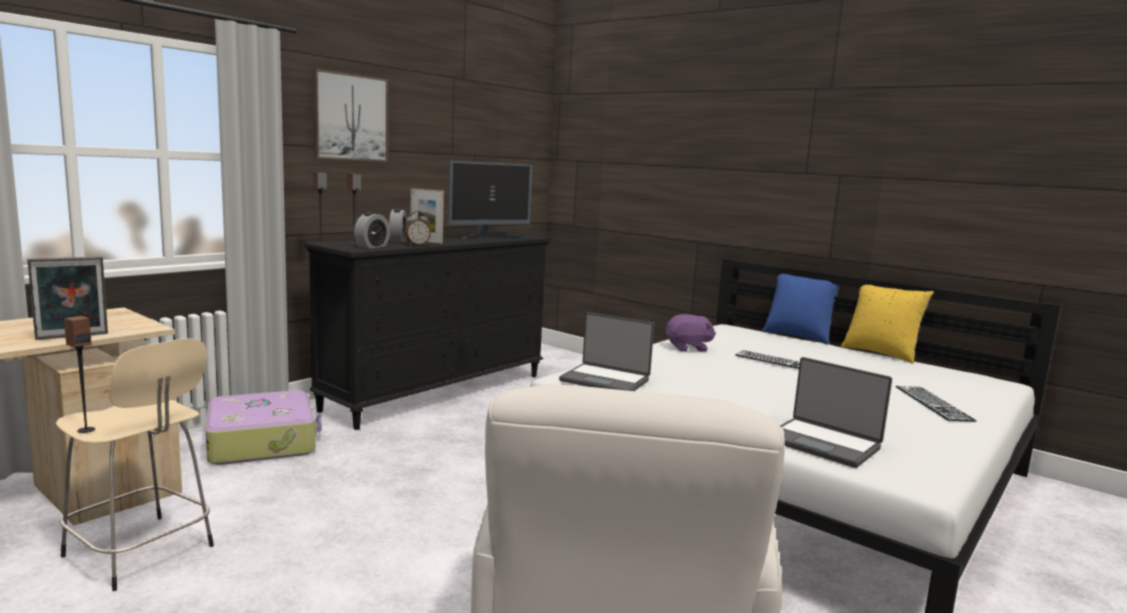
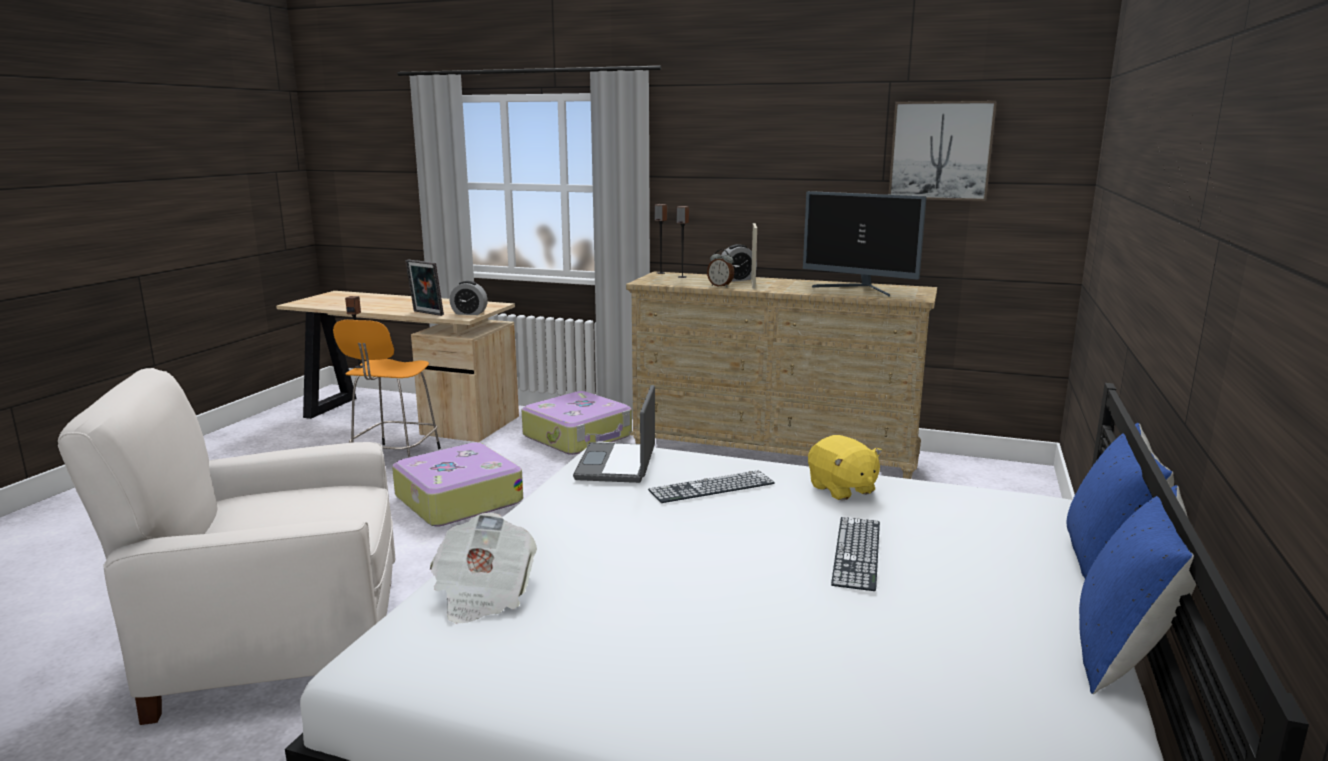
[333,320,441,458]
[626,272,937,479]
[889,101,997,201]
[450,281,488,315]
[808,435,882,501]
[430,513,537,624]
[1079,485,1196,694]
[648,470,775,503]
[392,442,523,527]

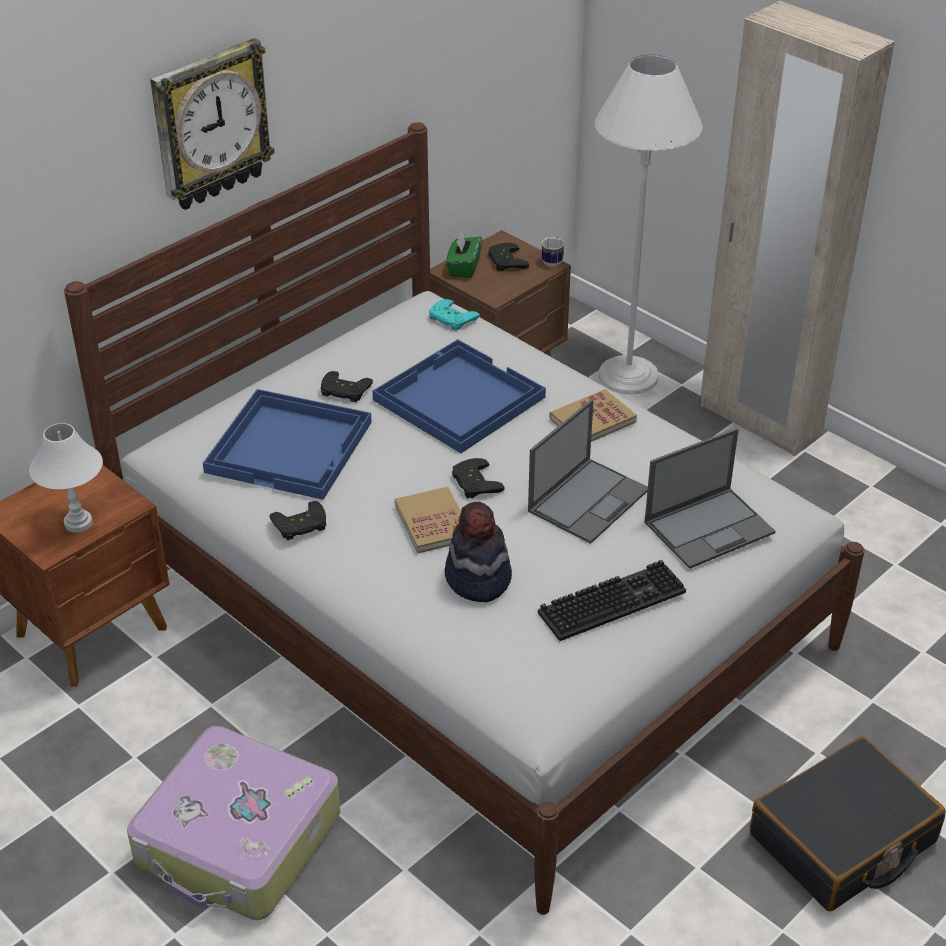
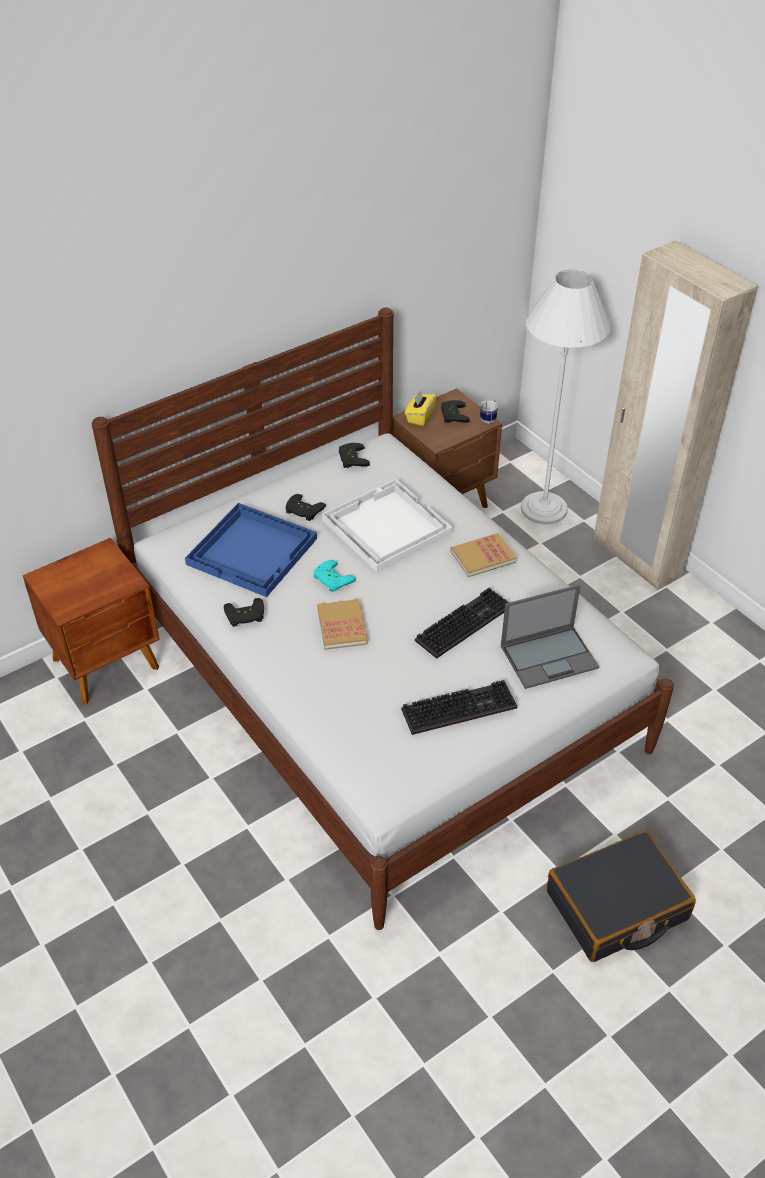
[29,423,103,533] (first image)
[127,726,340,920] (first image)
[150,38,275,210] (first image)
[322,479,452,572]
[314,560,356,592]
[445,502,512,602] (first image)
[405,390,436,426]
[339,443,370,468]
[415,587,509,659]

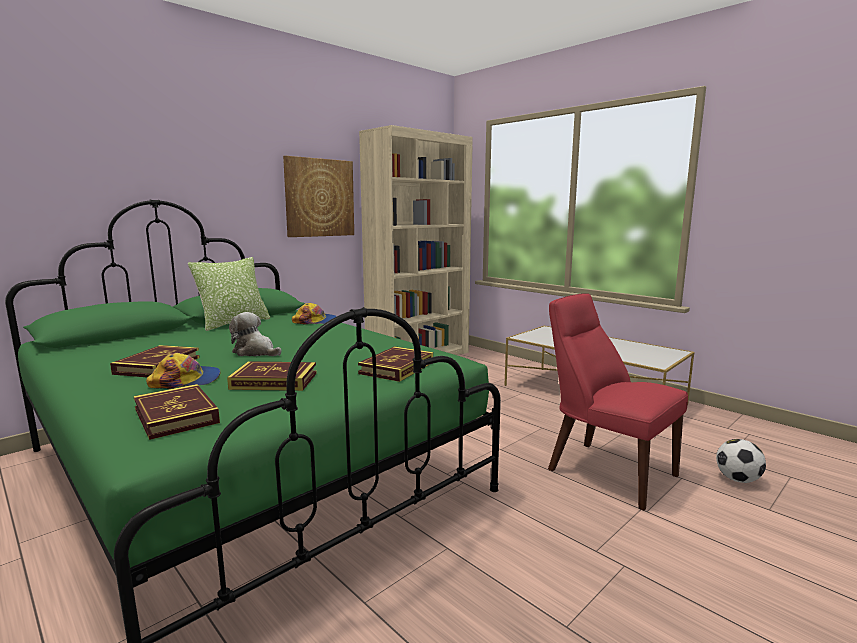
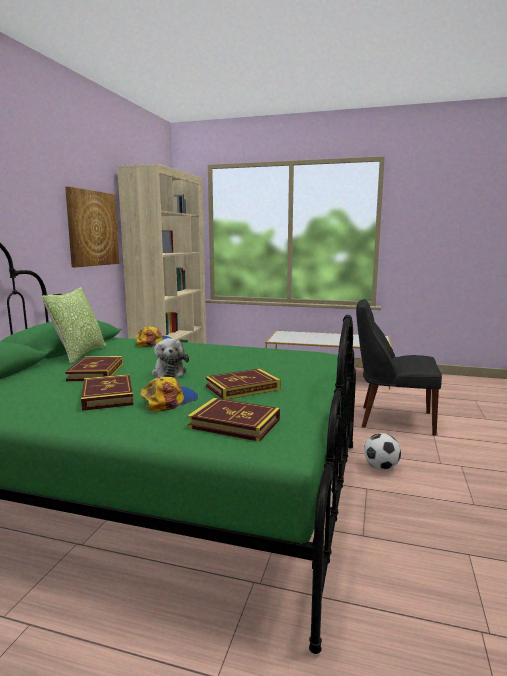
[152,338,189,378]
[65,356,123,381]
[356,299,442,436]
[364,433,401,470]

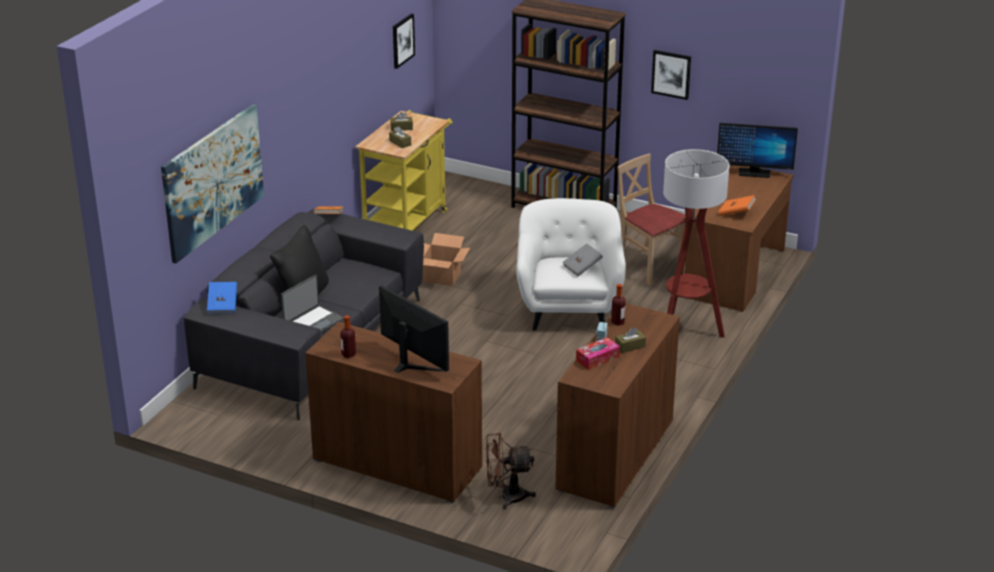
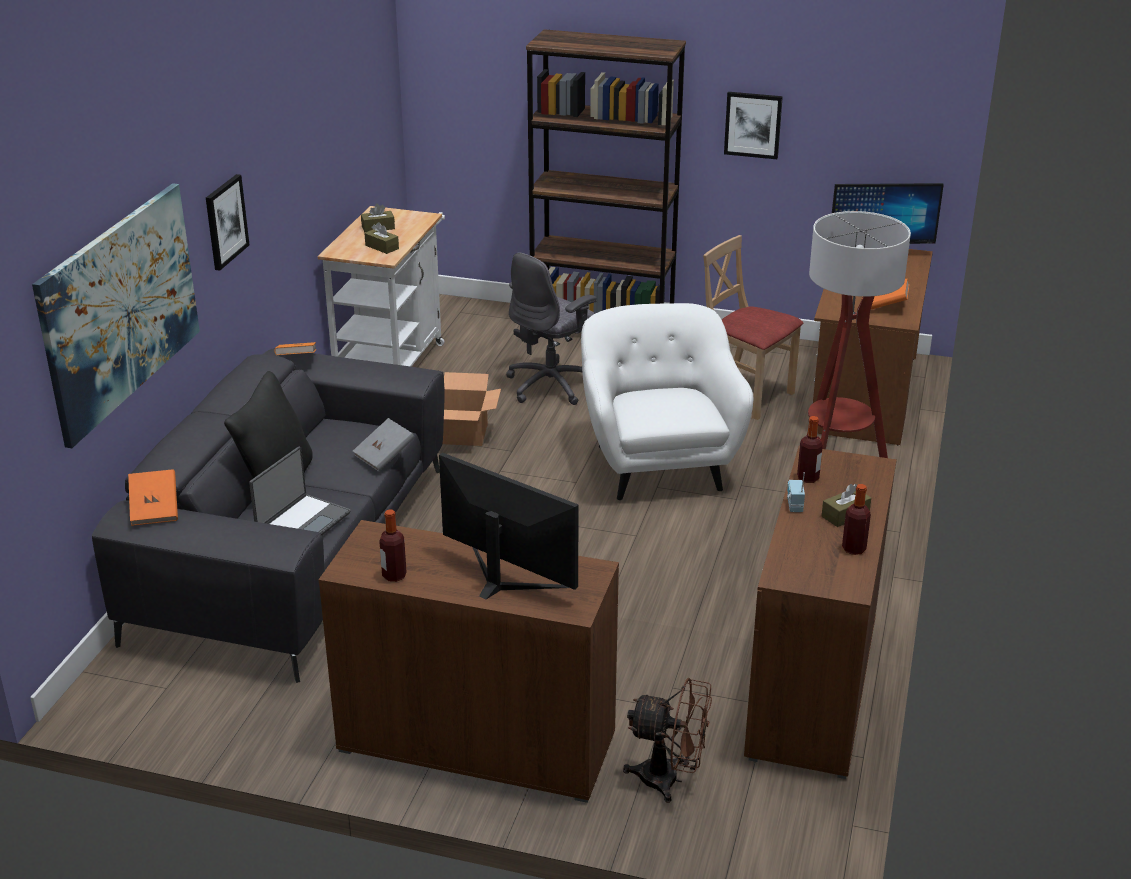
[128,469,178,526]
[318,206,445,367]
[206,174,250,271]
[623,678,712,803]
[353,418,415,472]
[576,337,620,370] (first image)
[506,253,597,405]
[842,484,871,555]

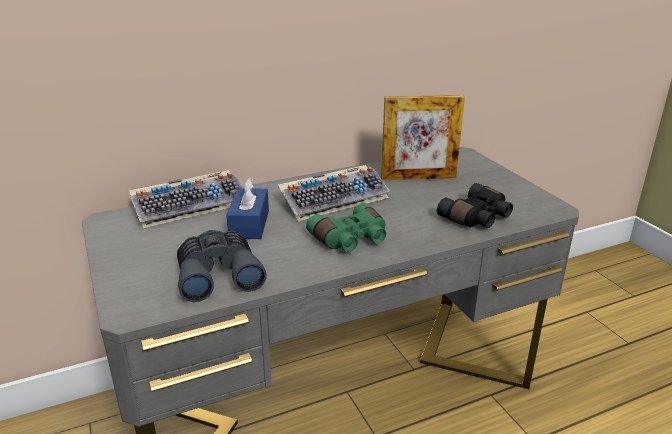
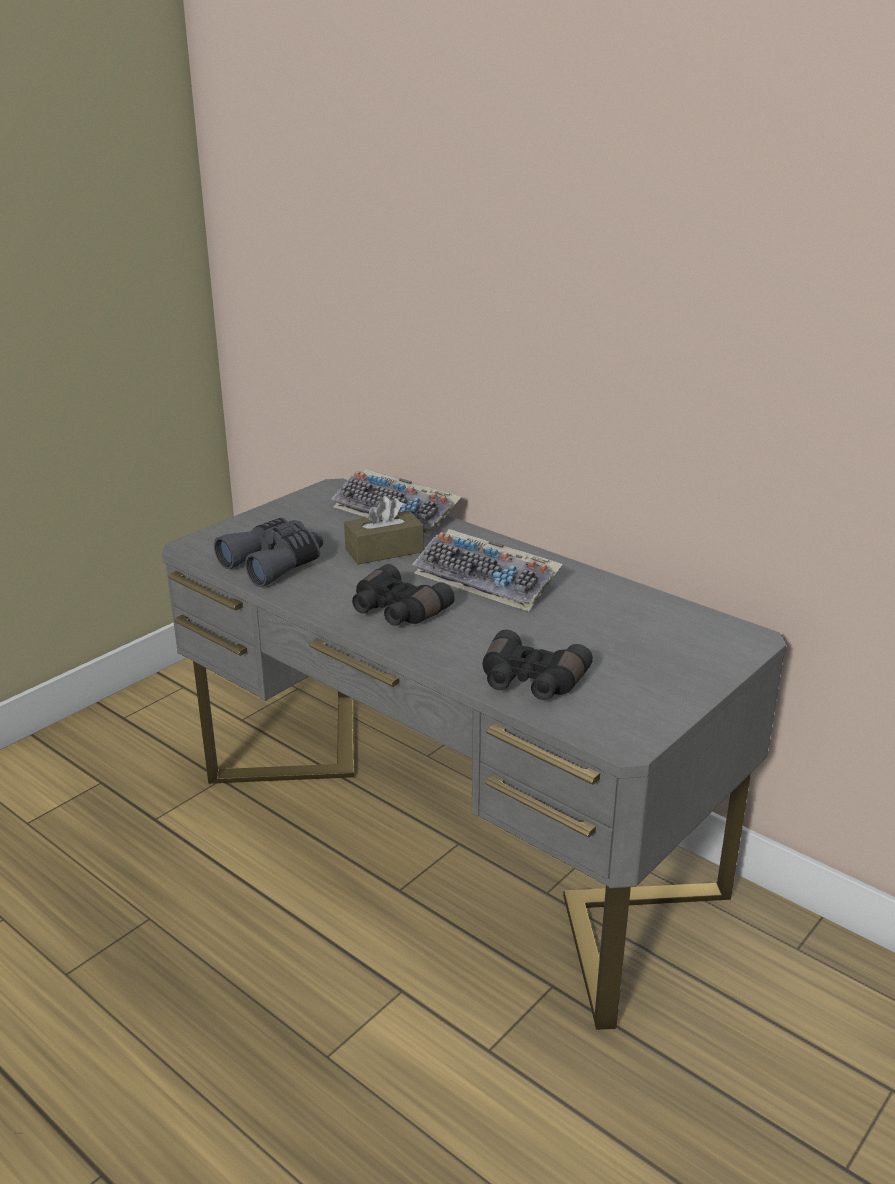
[344,496,424,564]
[352,564,455,626]
[381,95,465,180] (first image)

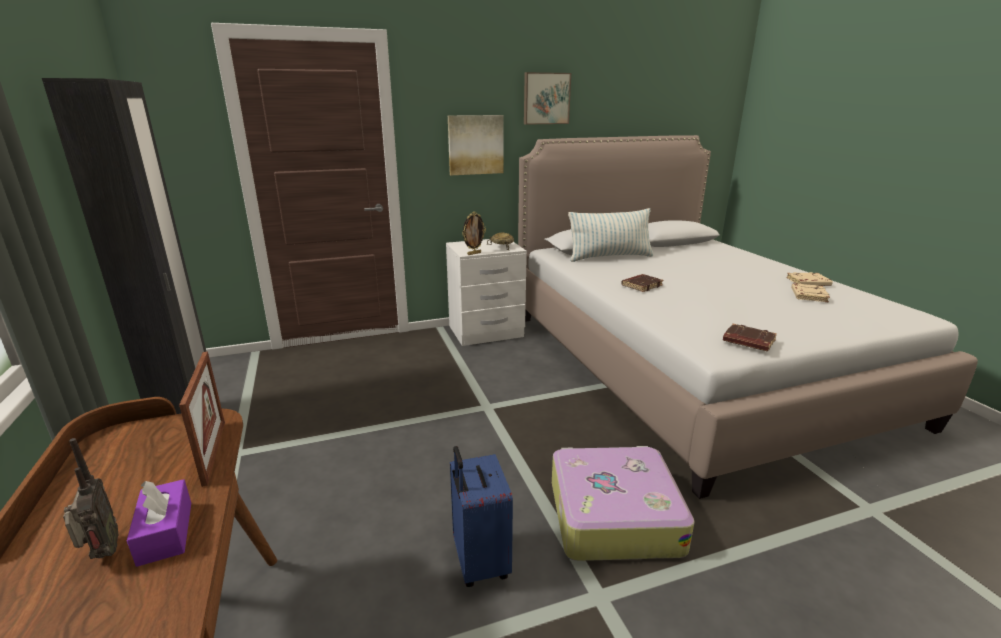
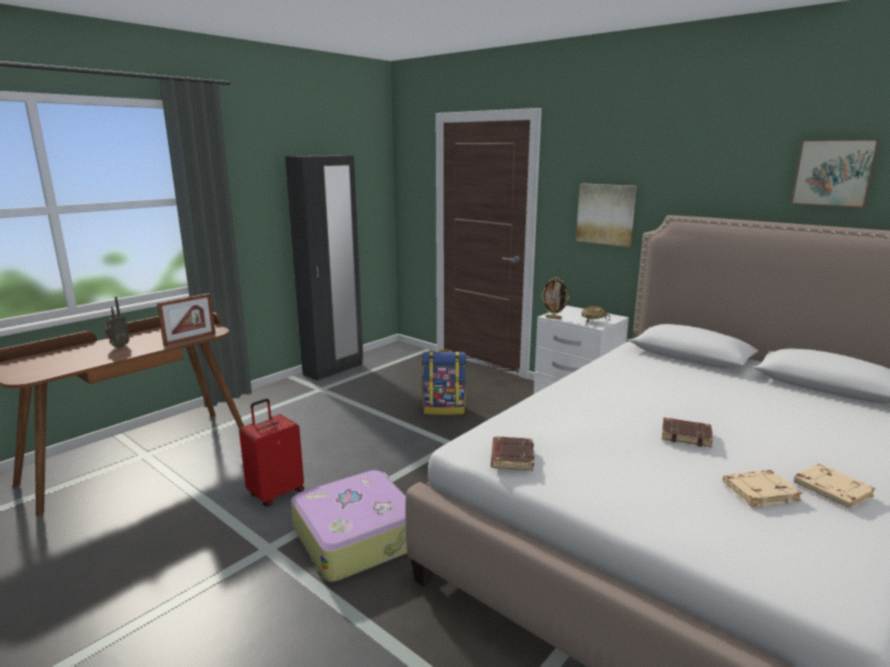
[127,479,191,567] (first image)
[239,398,304,507]
[790,139,880,208]
[568,208,653,262] (first image)
[662,418,713,448]
[422,350,467,415]

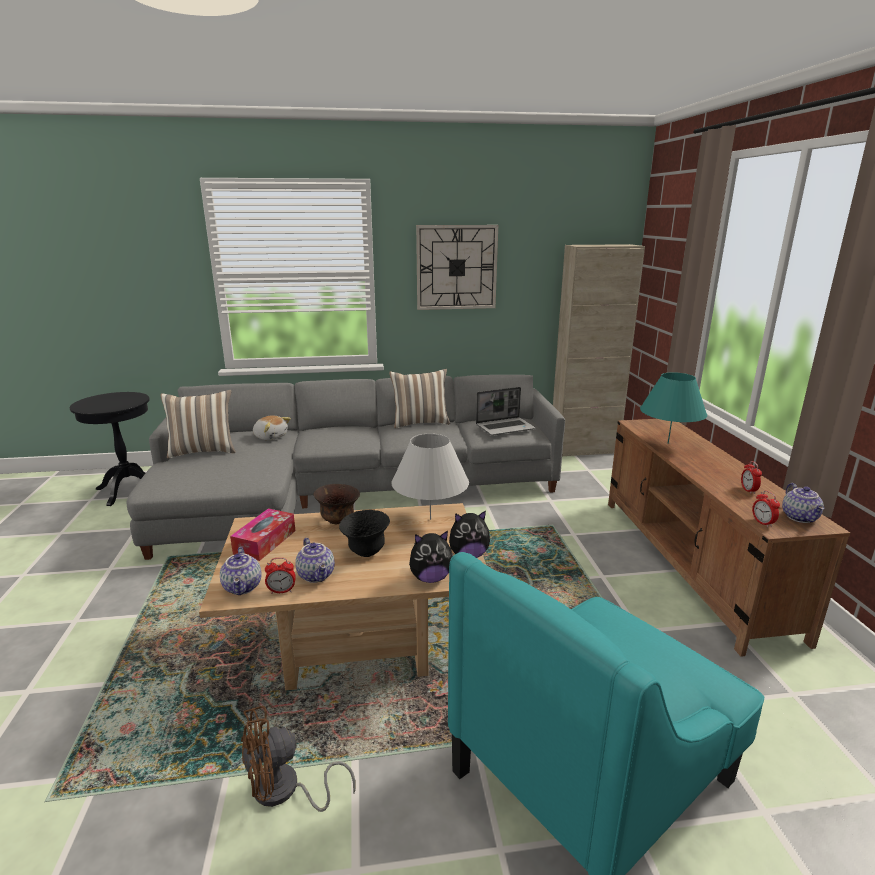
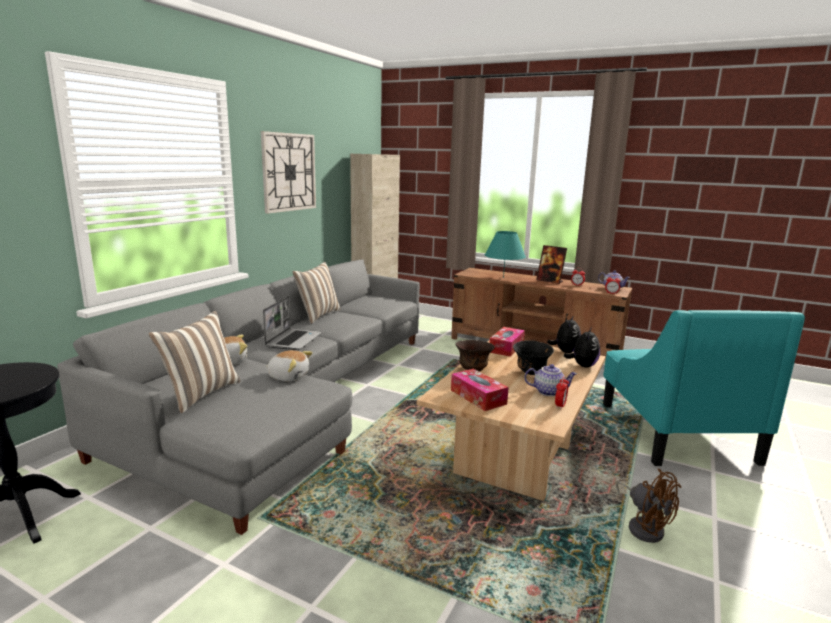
[220,547,261,595] (first image)
[616,469,681,543]
[489,327,525,357]
[263,297,322,350]
[266,350,313,381]
[536,245,567,284]

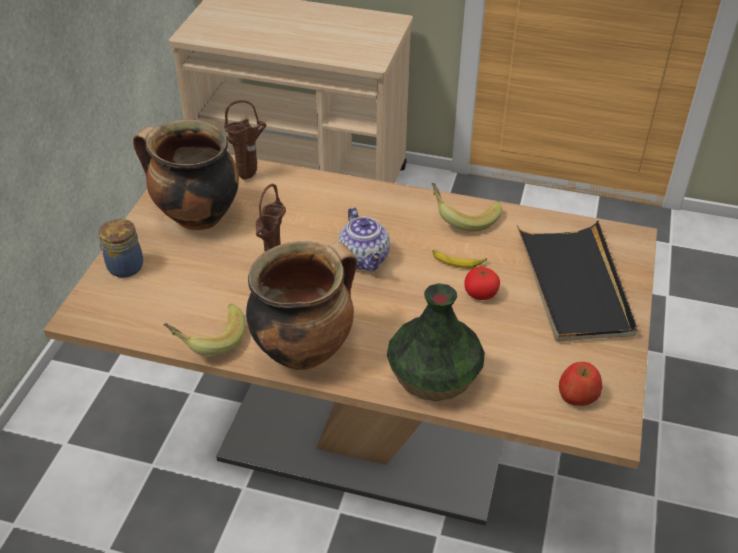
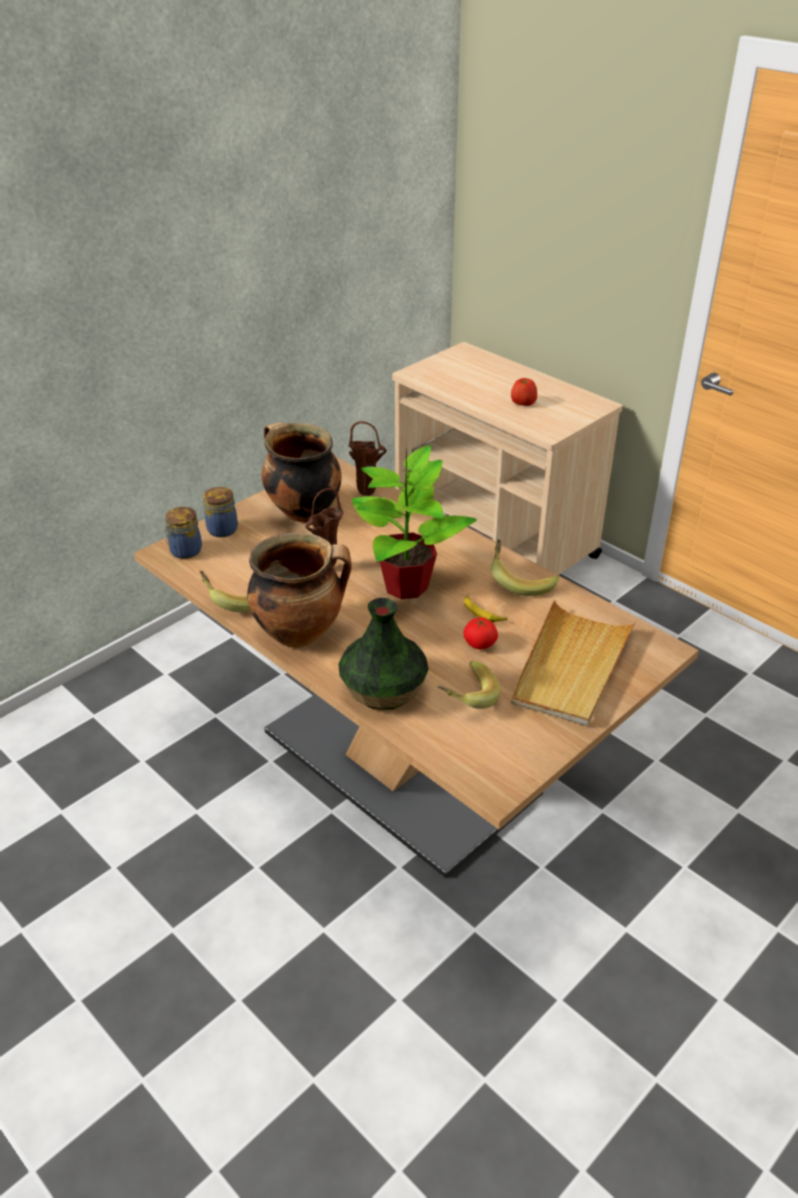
[352,445,477,599]
[511,600,636,726]
[511,378,537,406]
[164,507,202,559]
[437,661,500,709]

